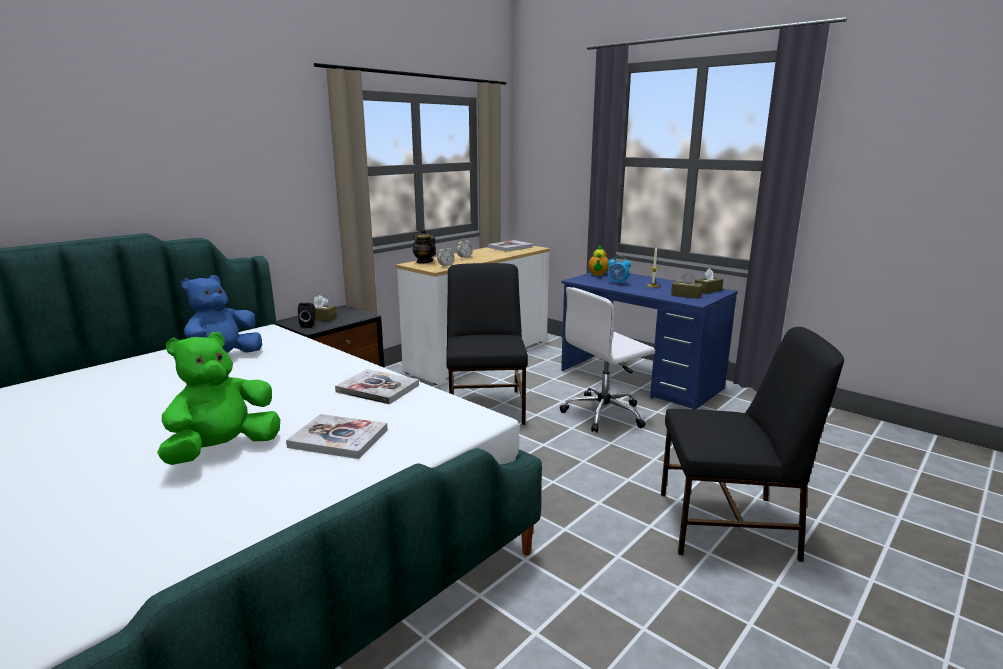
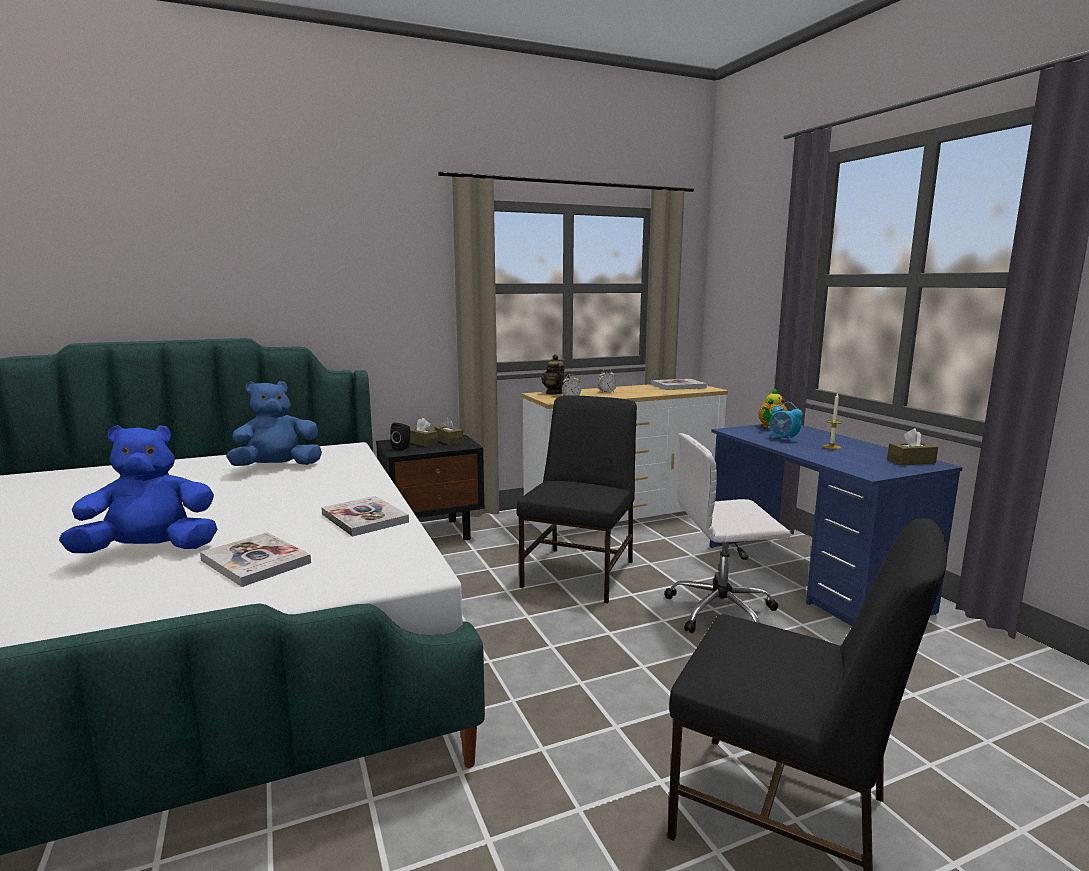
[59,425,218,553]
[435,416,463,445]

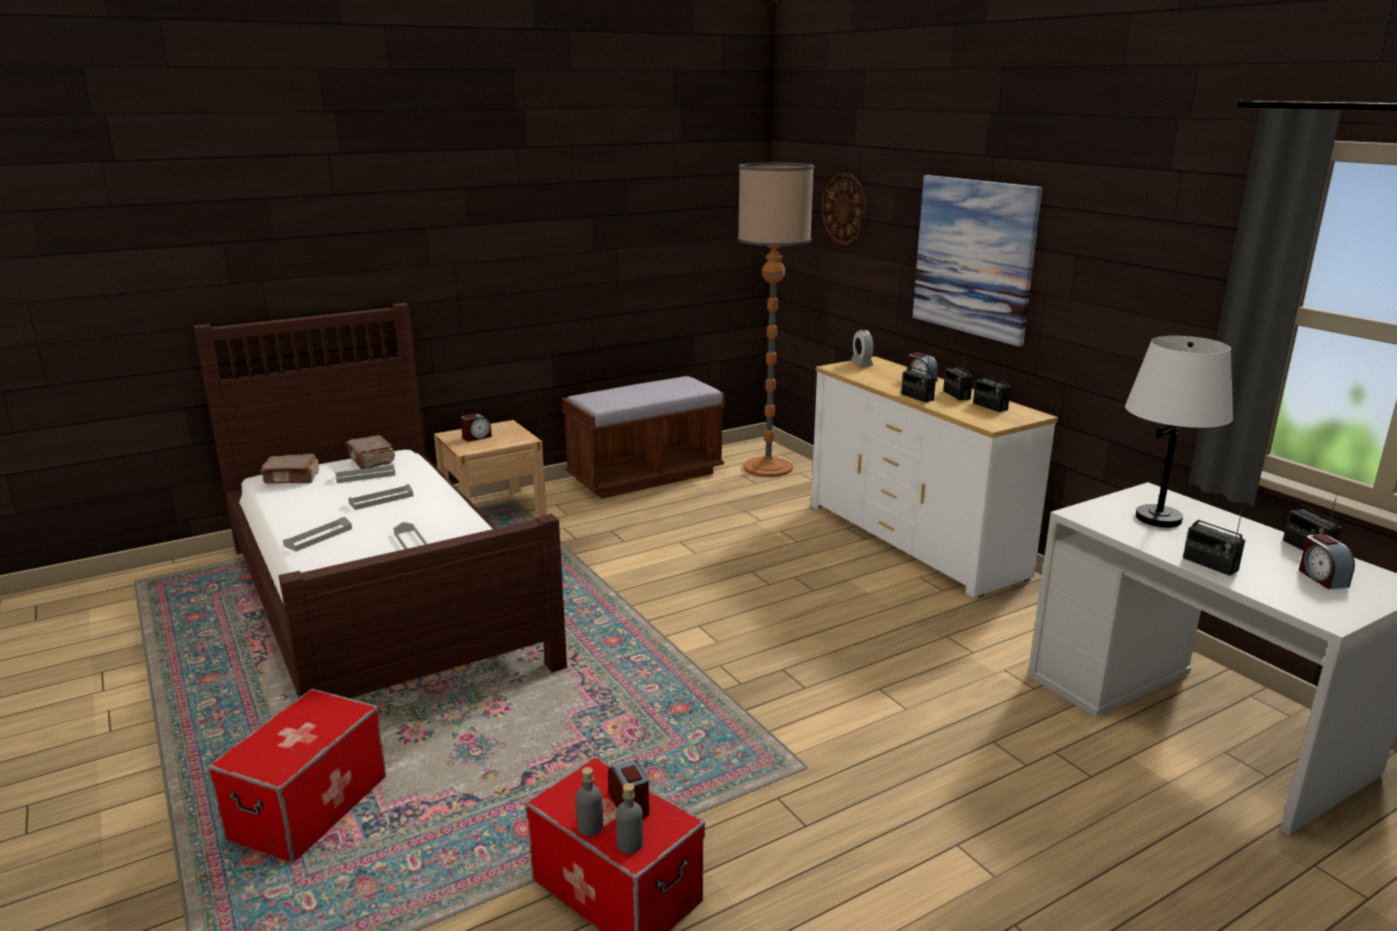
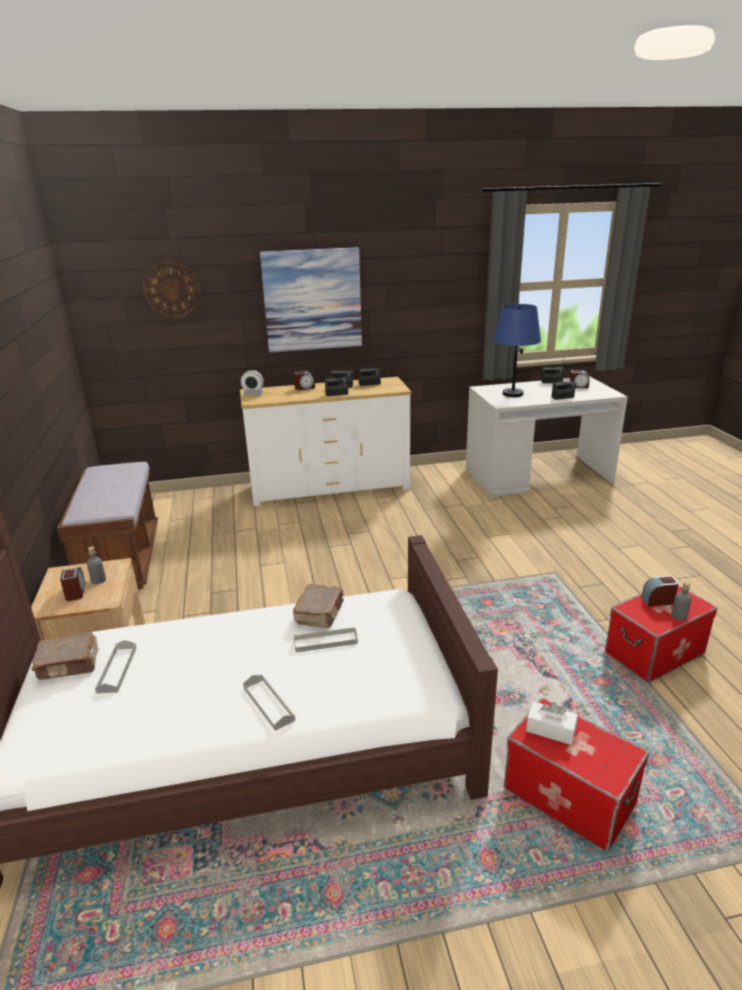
[293,584,343,628]
[348,484,413,510] (first image)
[87,547,106,584]
[737,163,815,477] (first image)
[493,304,541,397]
[526,701,578,745]

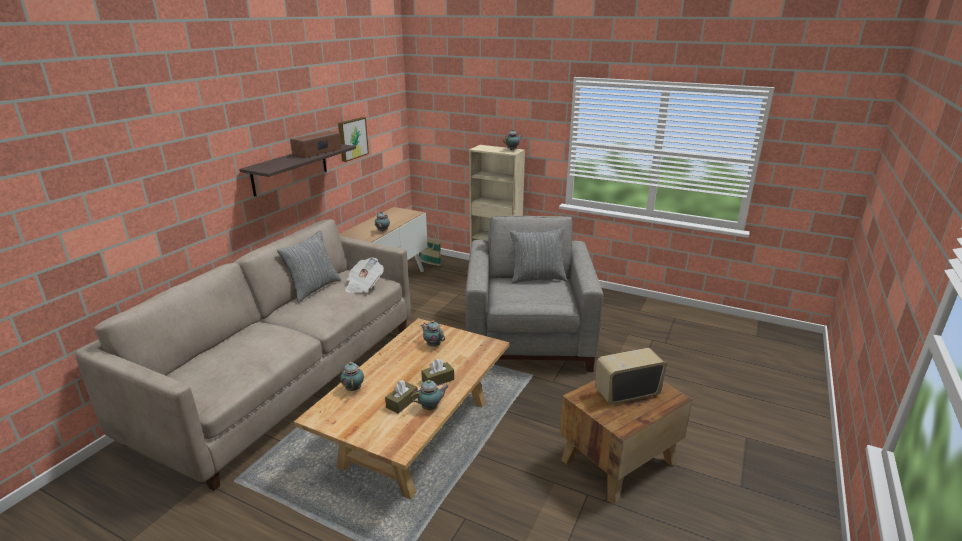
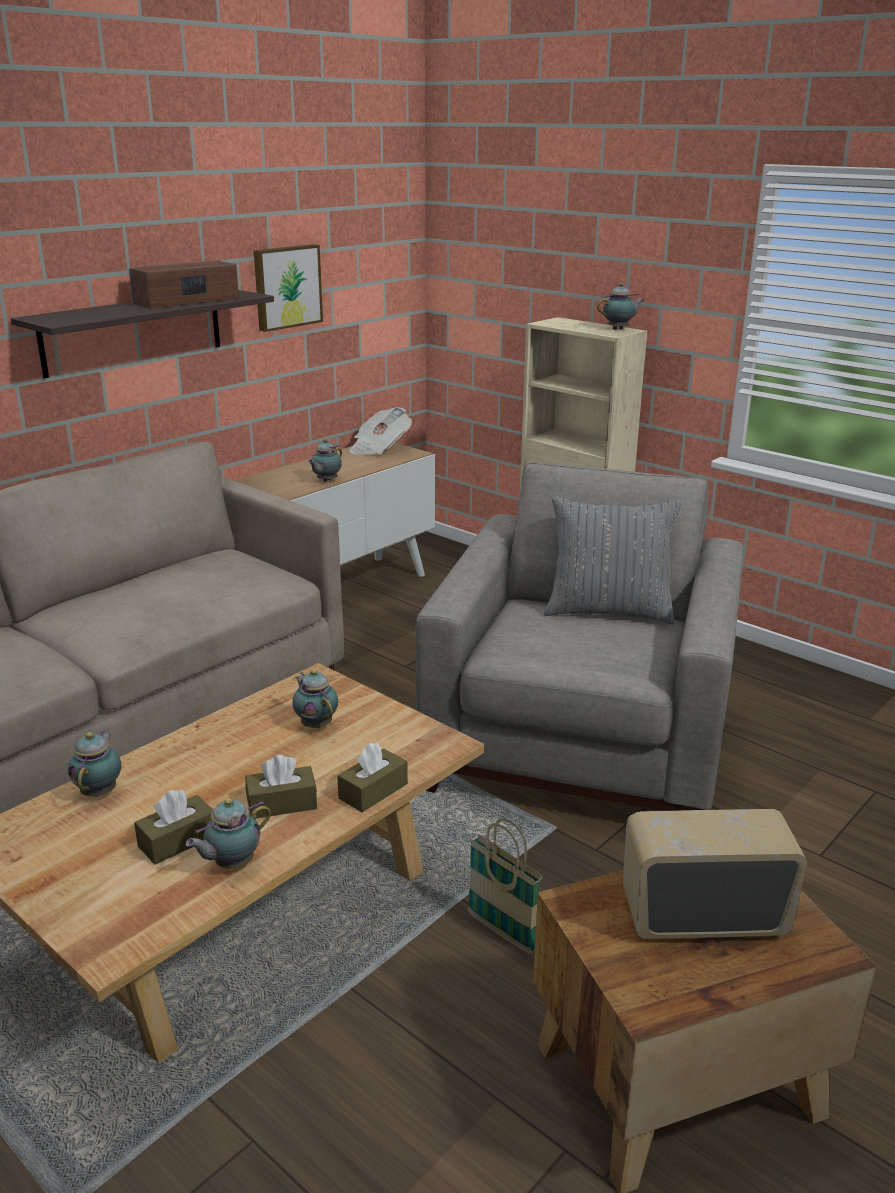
[277,230,341,303] (first image)
[349,407,412,455]
[186,798,271,869]
[467,818,543,954]
[337,743,408,812]

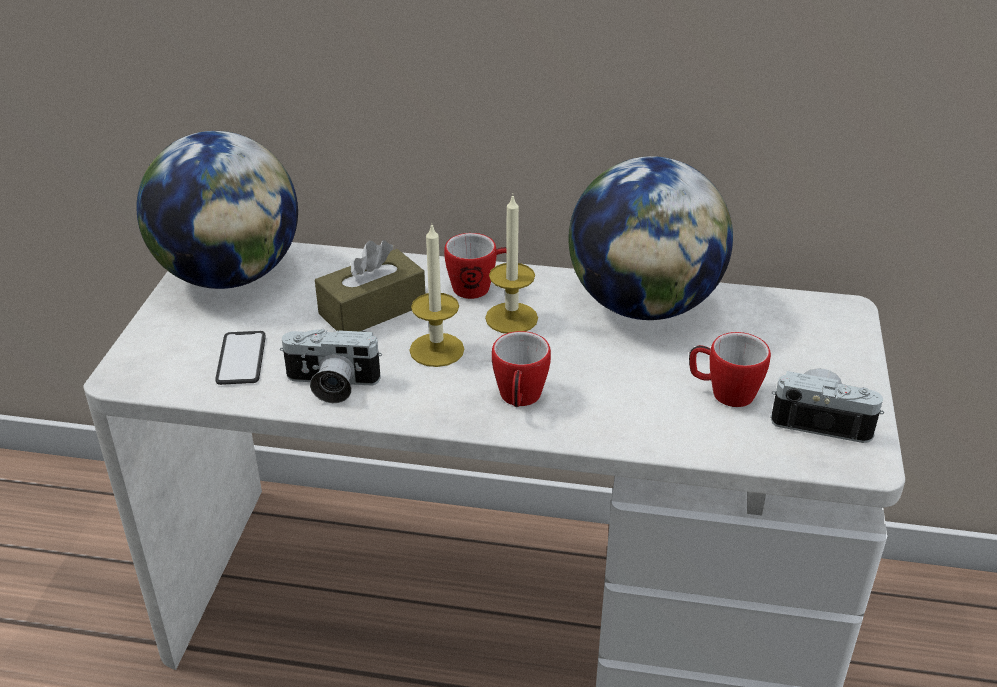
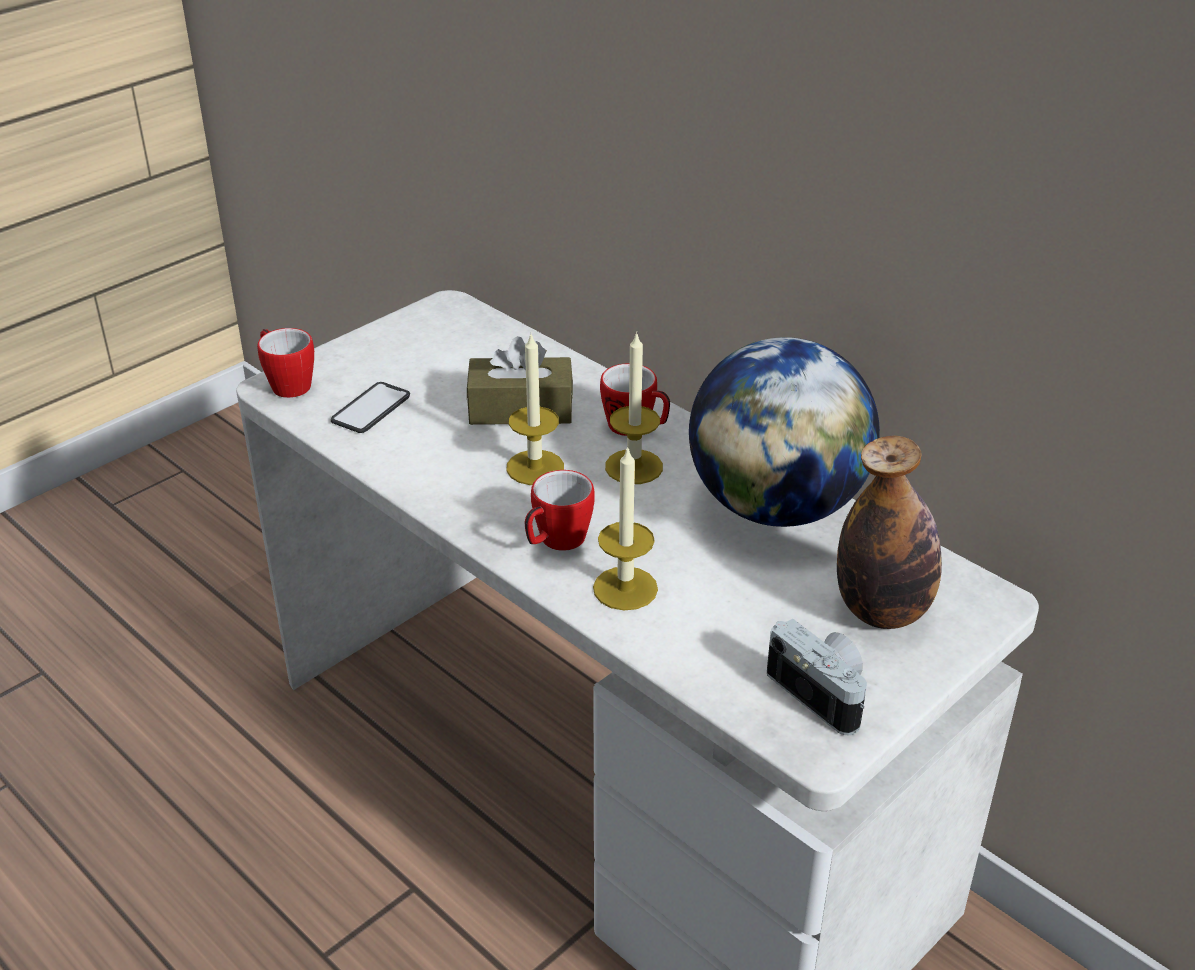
[136,131,298,289] (first image)
[280,329,382,403] (first image)
[257,328,314,398]
[593,446,658,610]
[837,435,942,629]

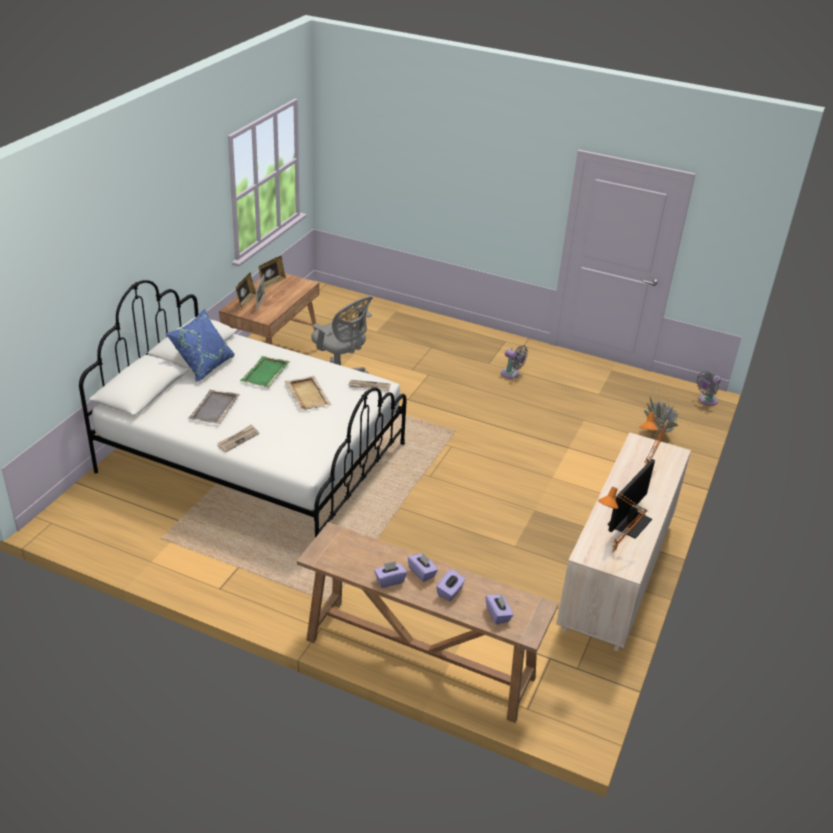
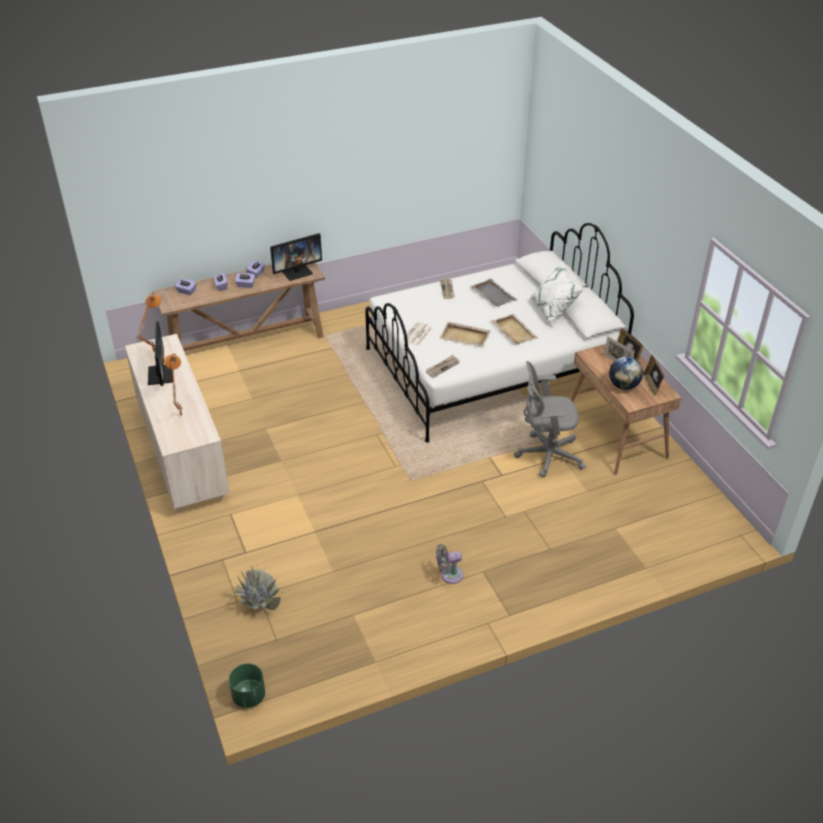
[531,261,584,326]
[491,314,539,345]
[229,664,265,708]
[270,233,322,281]
[402,322,433,346]
[609,356,643,390]

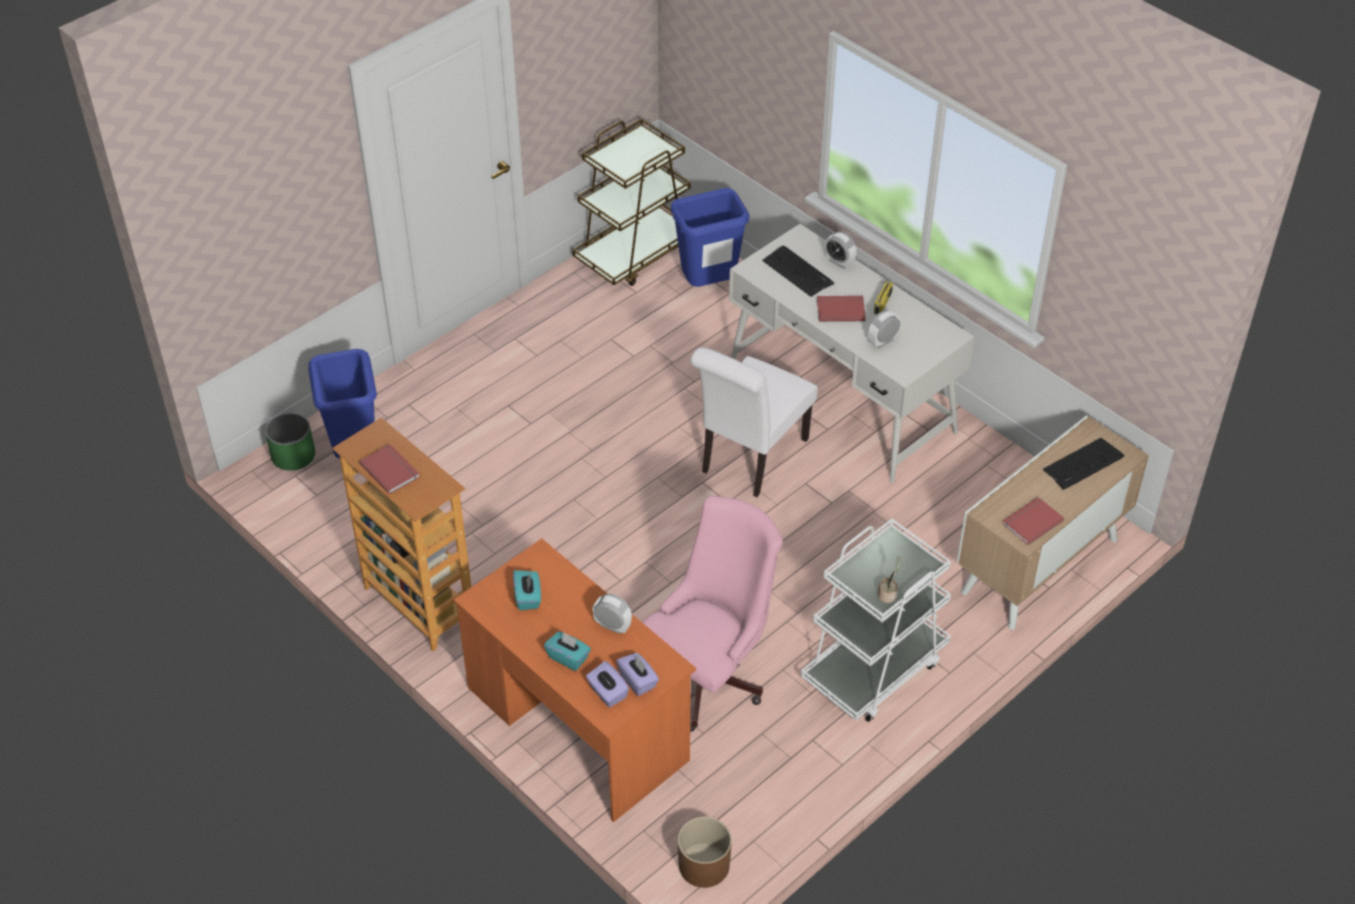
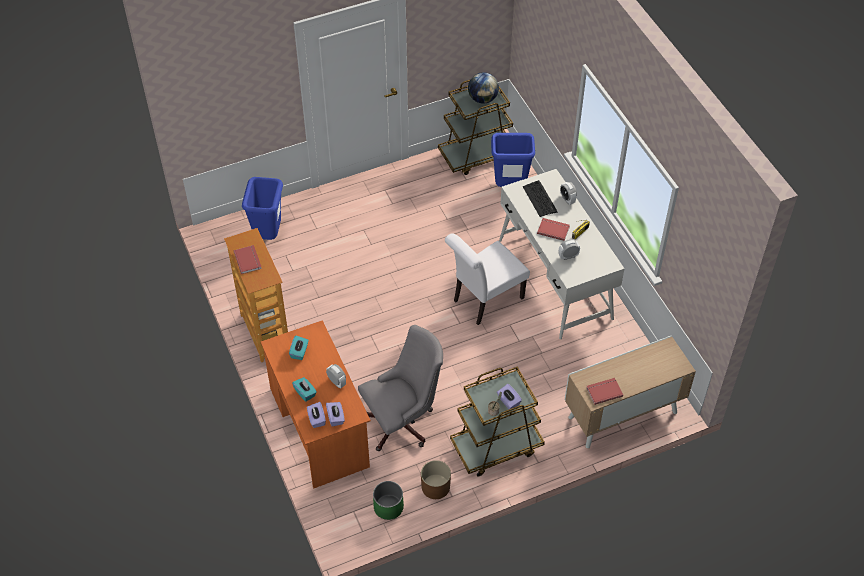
[373,481,404,520]
[358,325,443,451]
[421,460,451,499]
[450,367,545,476]
[1043,438,1125,490] (first image)
[468,72,499,104]
[497,384,522,409]

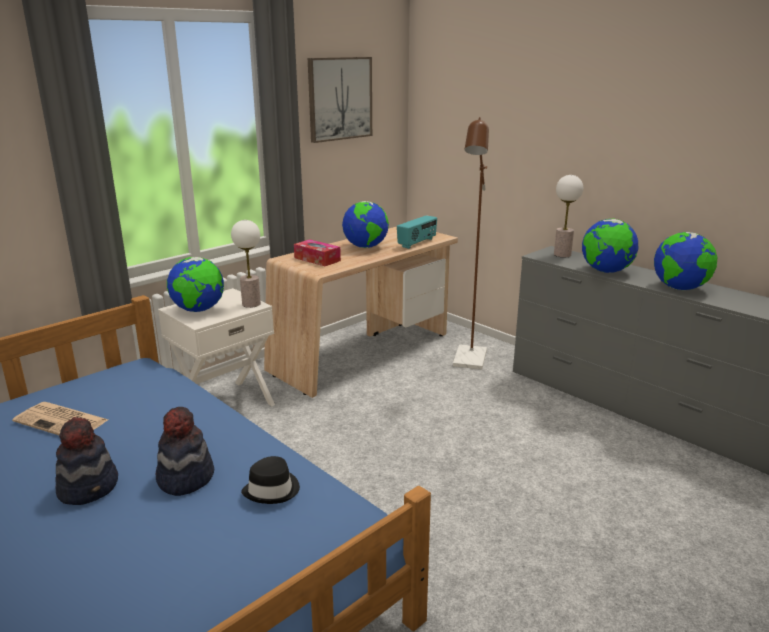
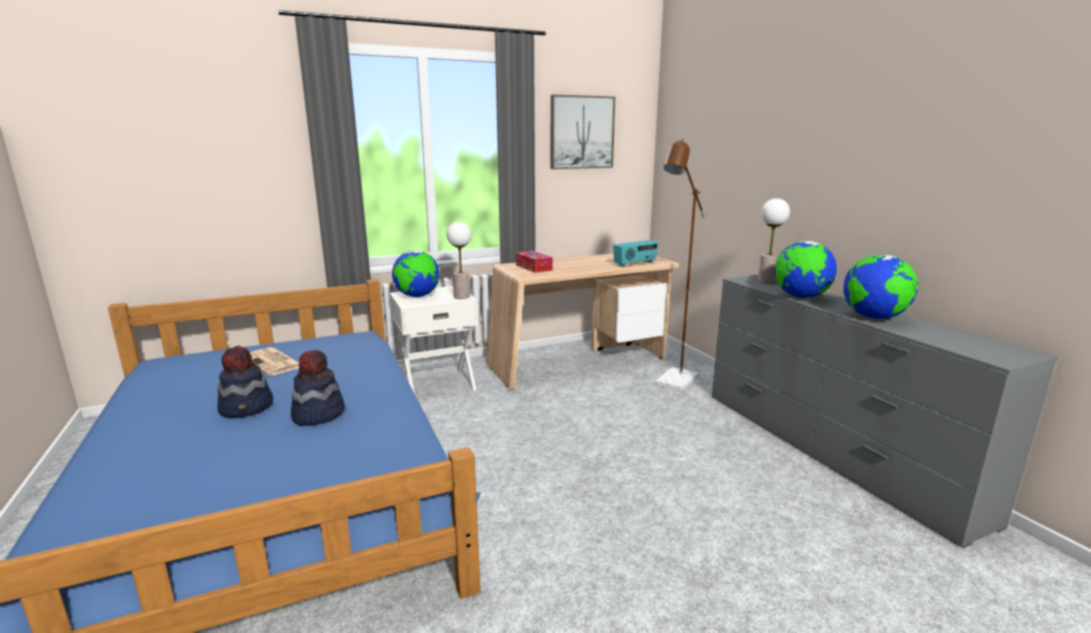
[241,456,300,504] (first image)
[342,201,389,248] (first image)

